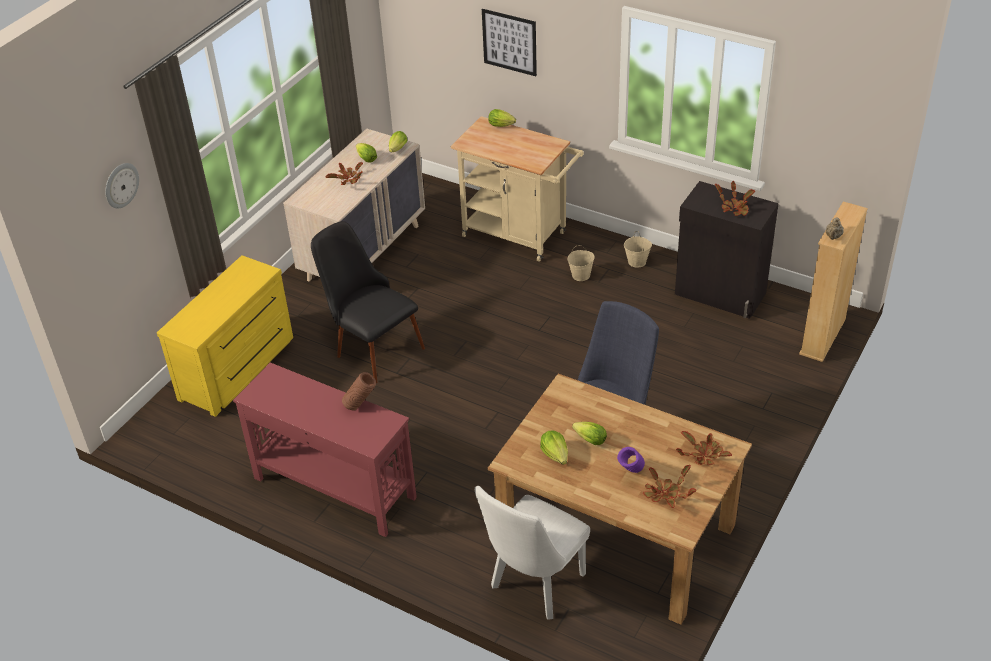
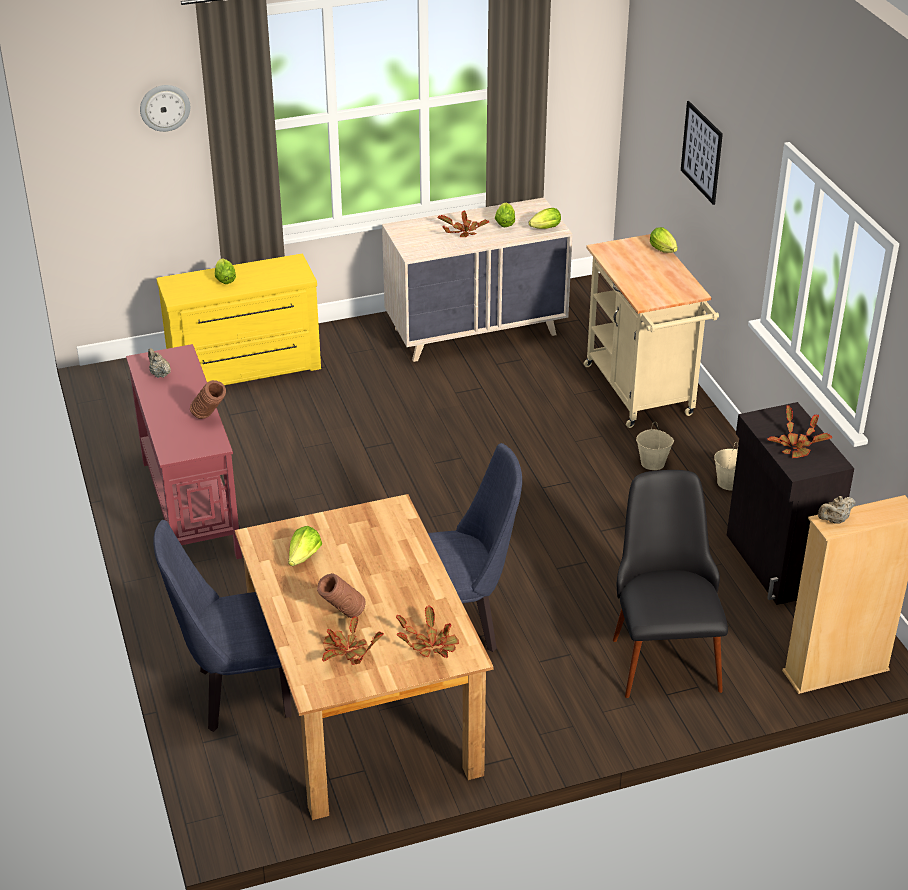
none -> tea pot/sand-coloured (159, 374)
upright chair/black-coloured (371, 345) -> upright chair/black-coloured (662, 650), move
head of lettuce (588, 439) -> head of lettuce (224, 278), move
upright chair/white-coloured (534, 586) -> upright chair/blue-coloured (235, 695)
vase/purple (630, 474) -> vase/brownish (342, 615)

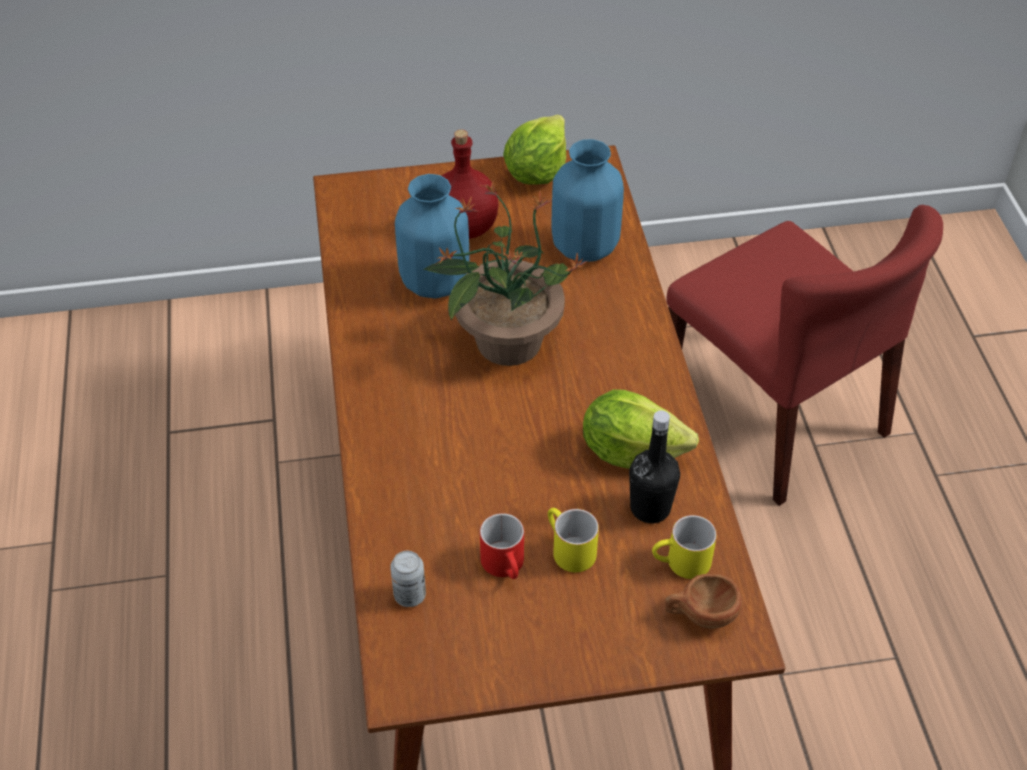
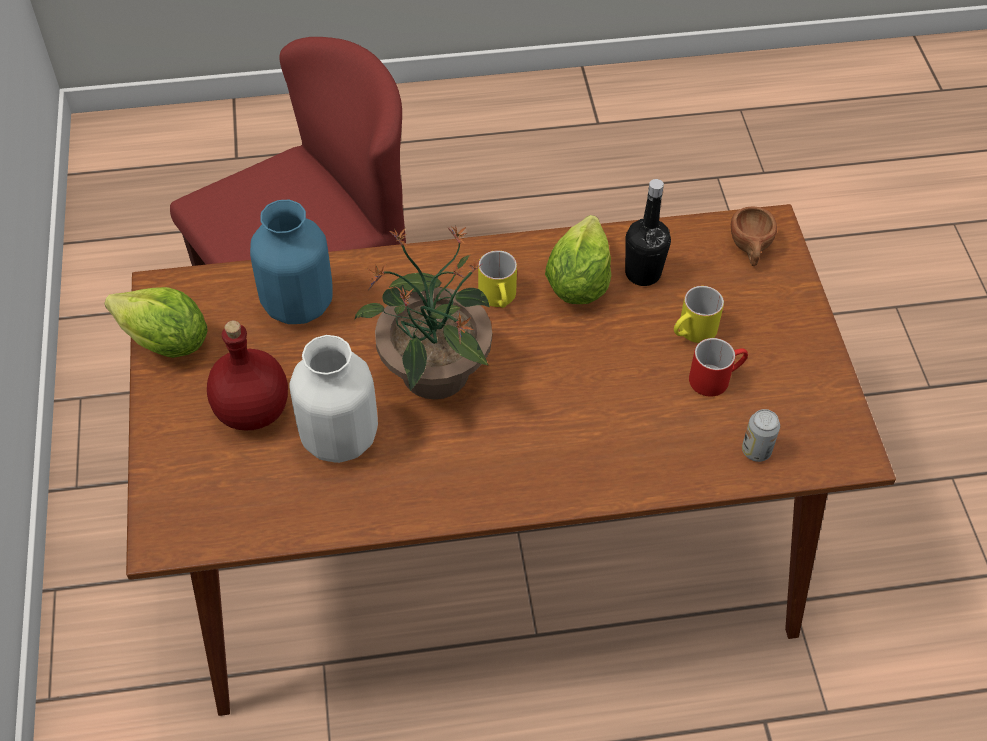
mug/yellow-coloured (681, 564) -> mug/yellow-coloured (500, 298), move
vase/blue-coloured (433, 282) -> vase/white-coloured (339, 439)

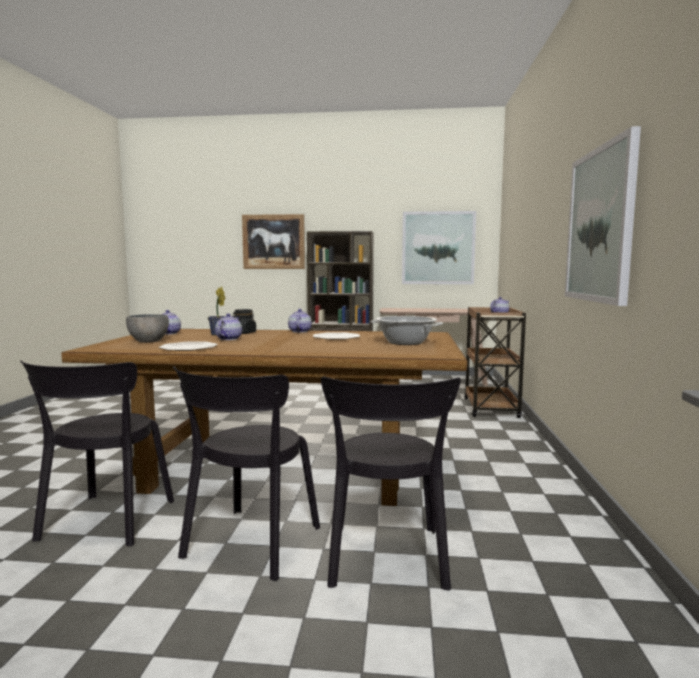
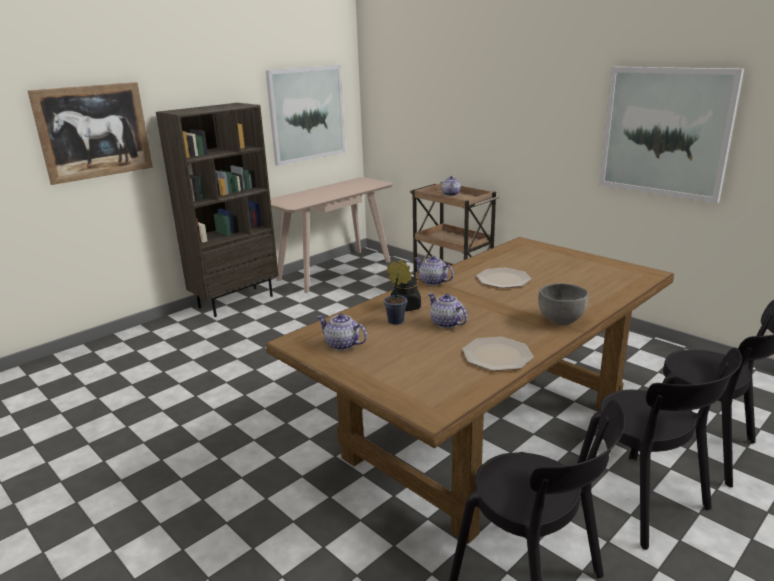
stockpot (405, 342) -> none
serving bowl/grey (149, 341) -> serving bowl/grey (561, 320), move

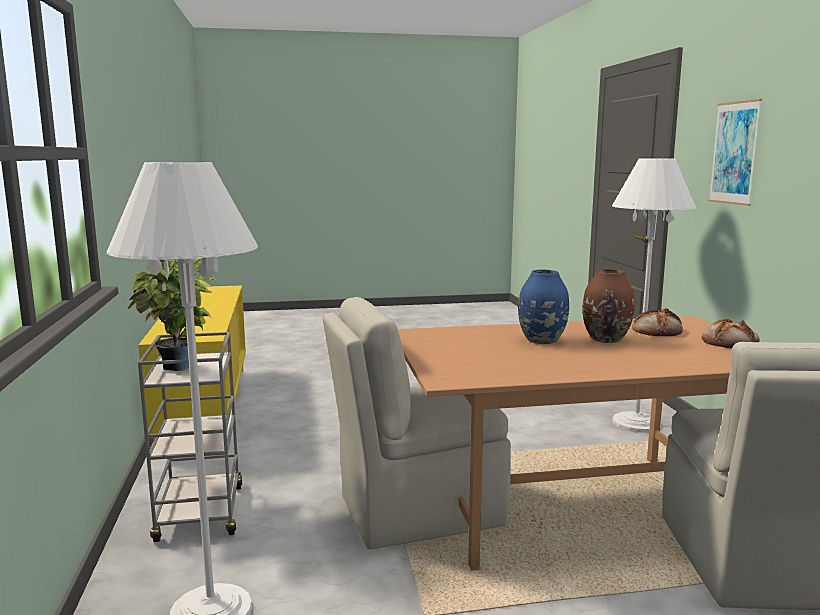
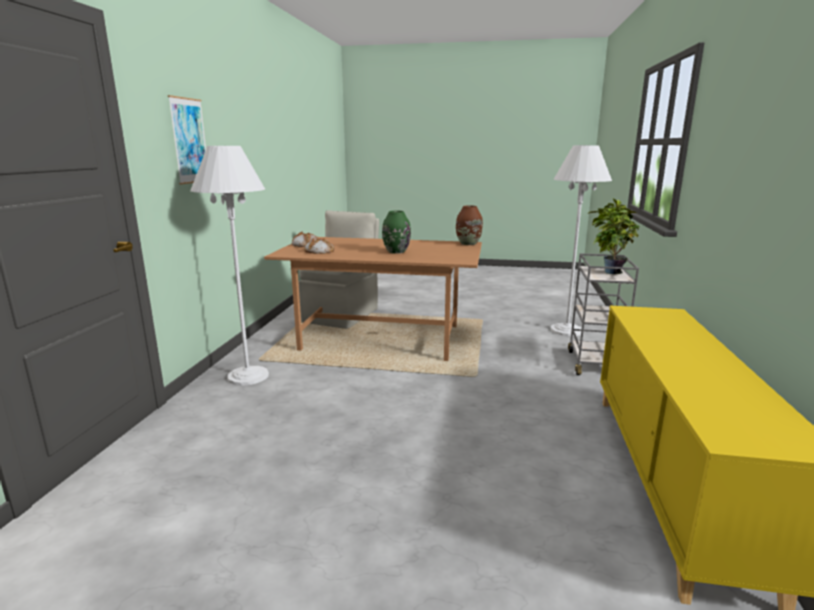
upright chair/sand-coloured (416, 511) -> none
vase/brownish (606, 339) -> vase/brownish (468, 243), move
vase/blue-coloured (542, 340) -> vase/green-coloured (396, 251)

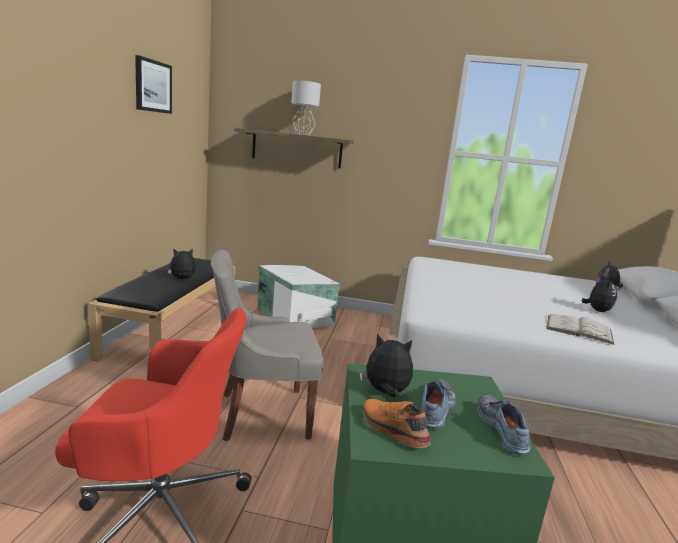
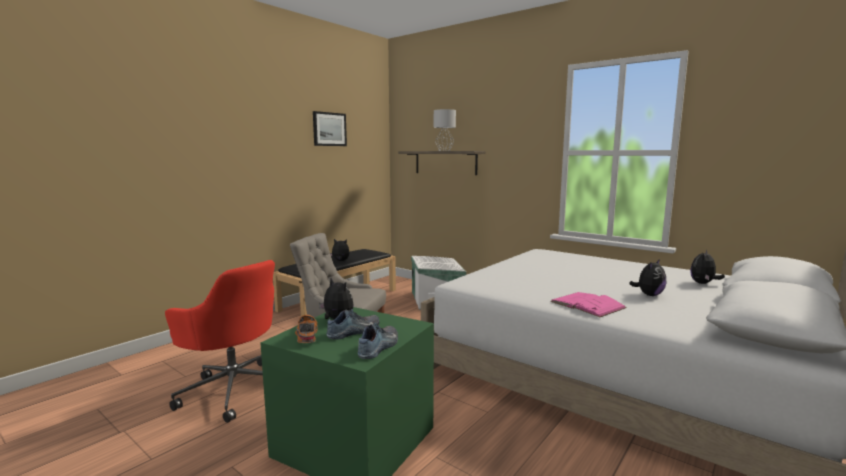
bound book/white-coloured (578, 329) -> bound book/pinkish (587, 304)

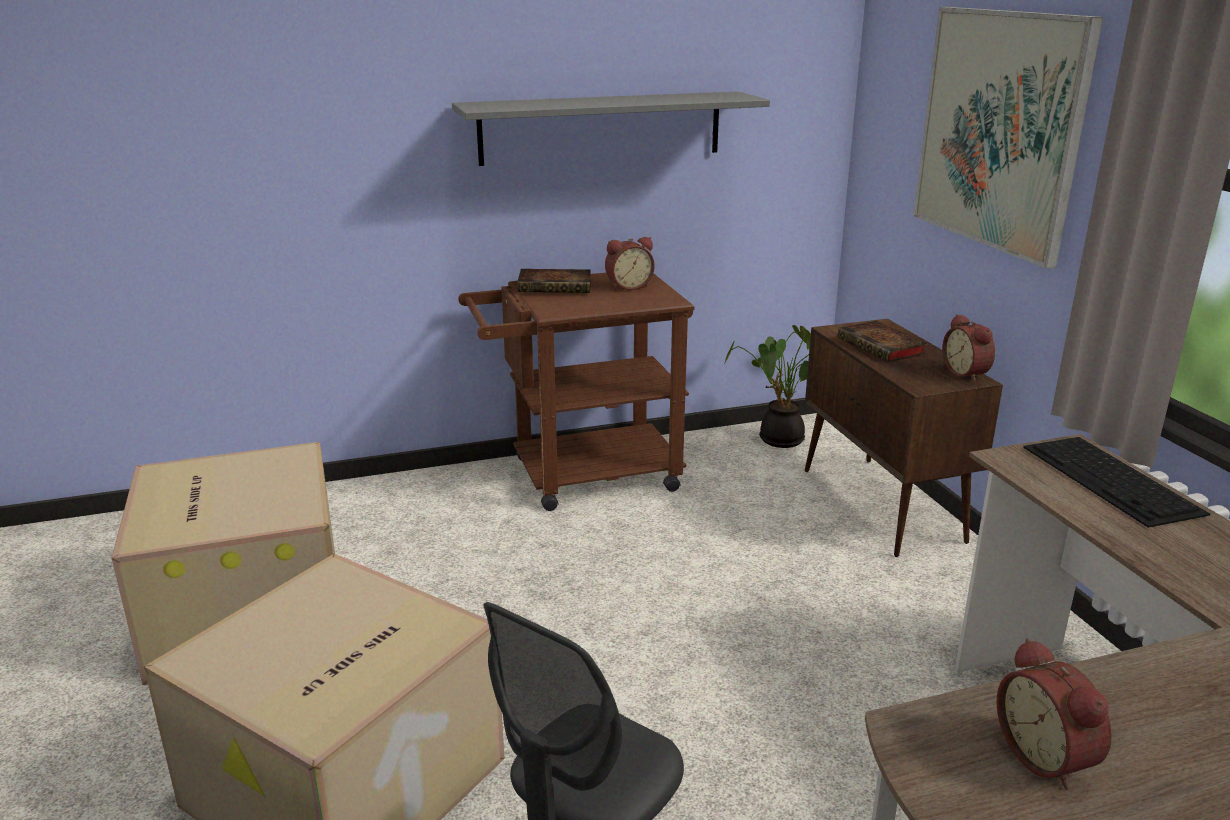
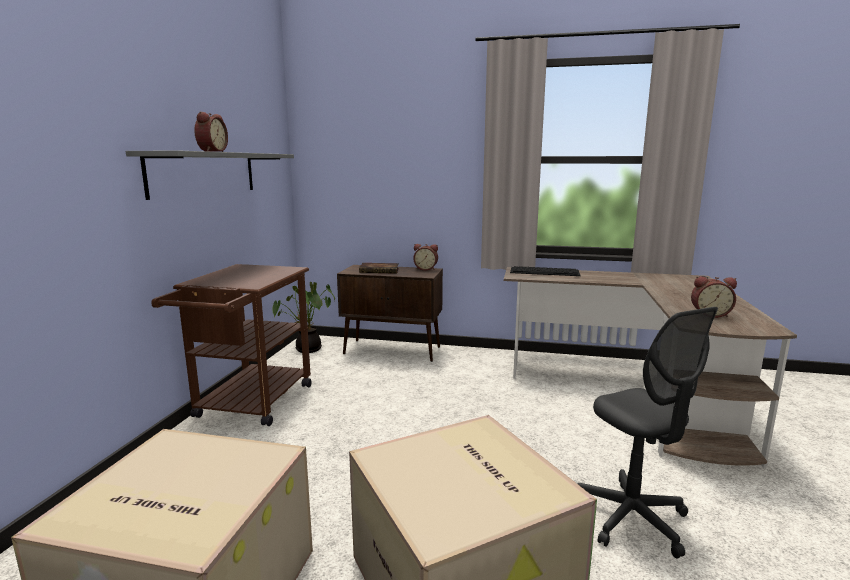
bound book (557, 286) -> none
picture (999, 130) -> none
table clock (628, 286) -> table clock (211, 151), move

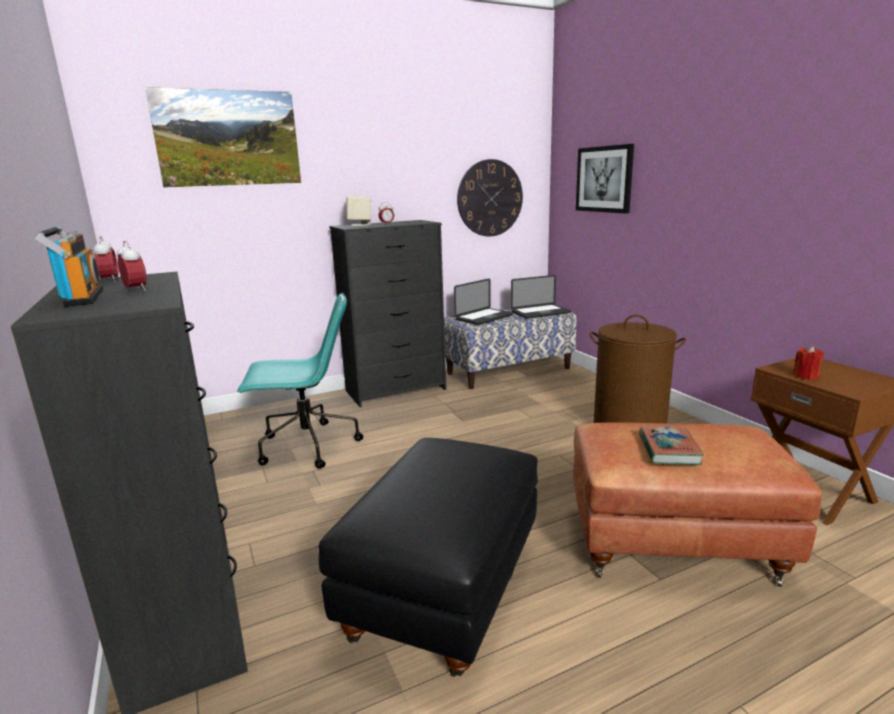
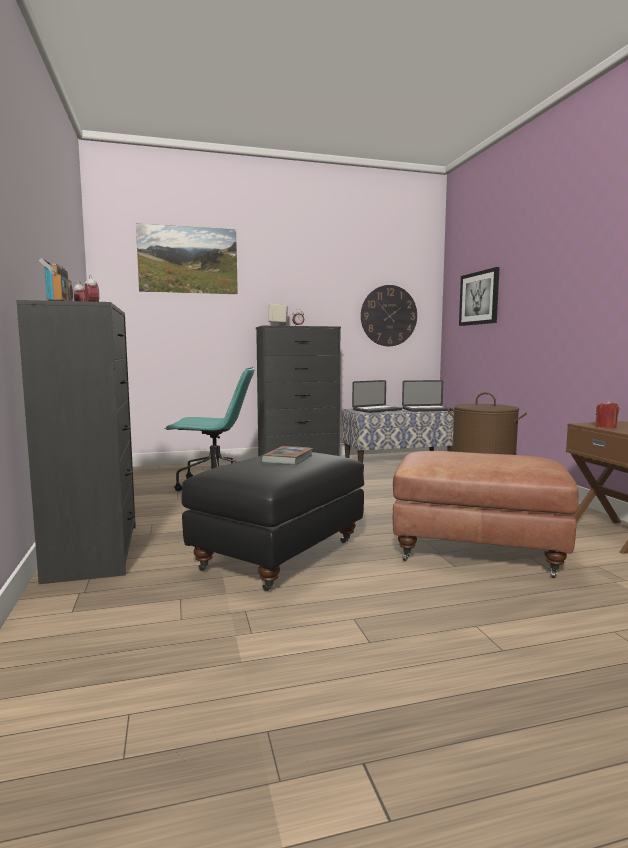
bound book (668, 449) -> bound book (287, 459), move

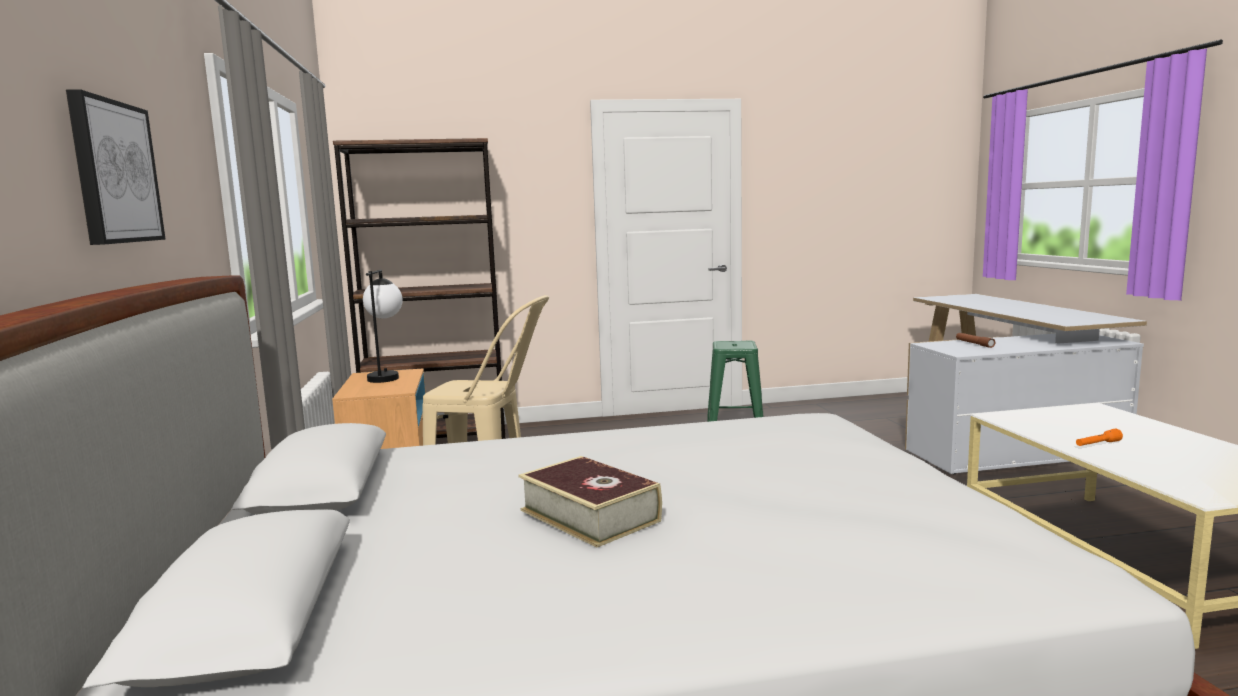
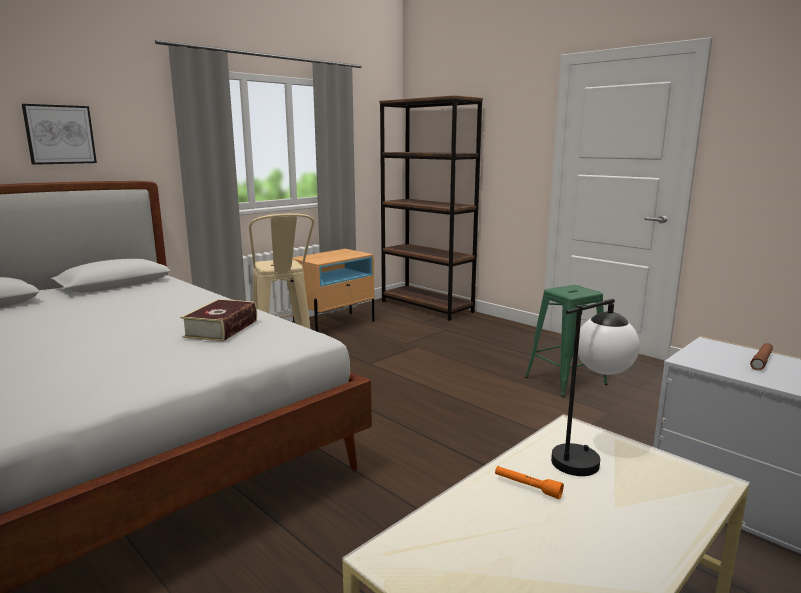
tabletop lamp (386, 376) -> tabletop lamp (587, 456), move
bound book (589, 515) -> bound book (221, 328), move

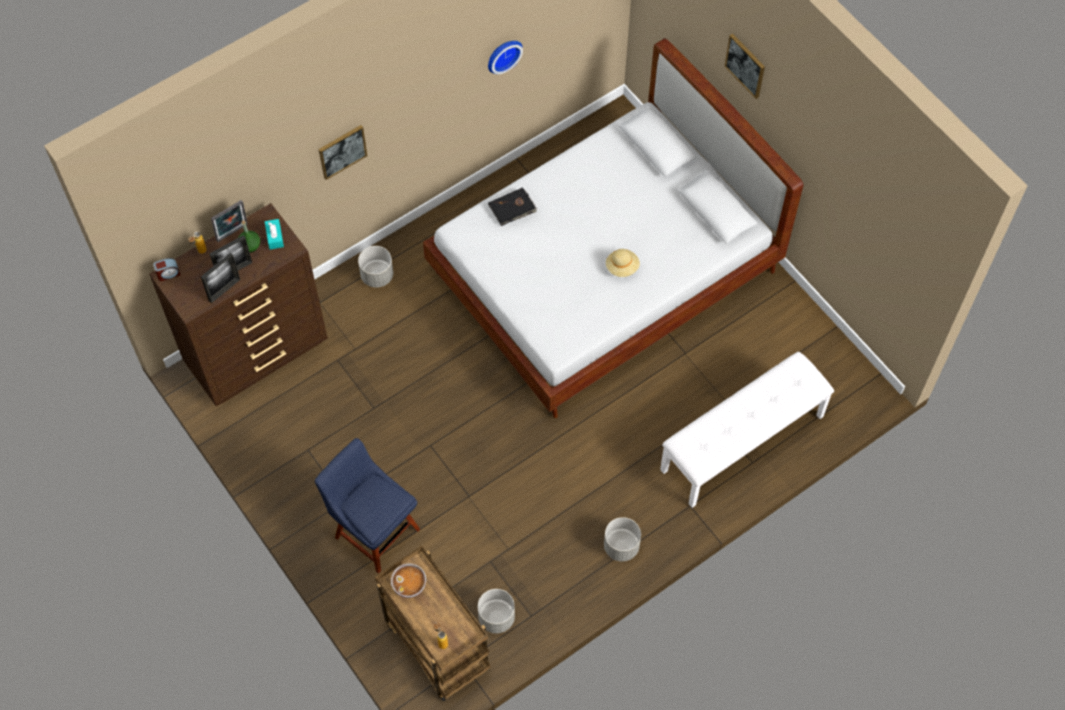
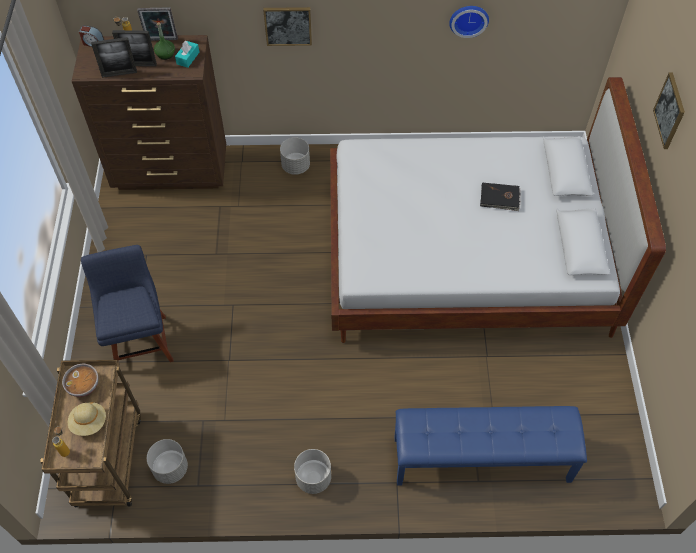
bound book/black-coloured (512, 208) -> bound book/black-coloured (500, 198), move
hat/sand-coloured (622, 267) -> hat/sand-coloured (89, 422), move
bench/white-coloured (742, 444) -> bench/blue-coloured (481, 460)

